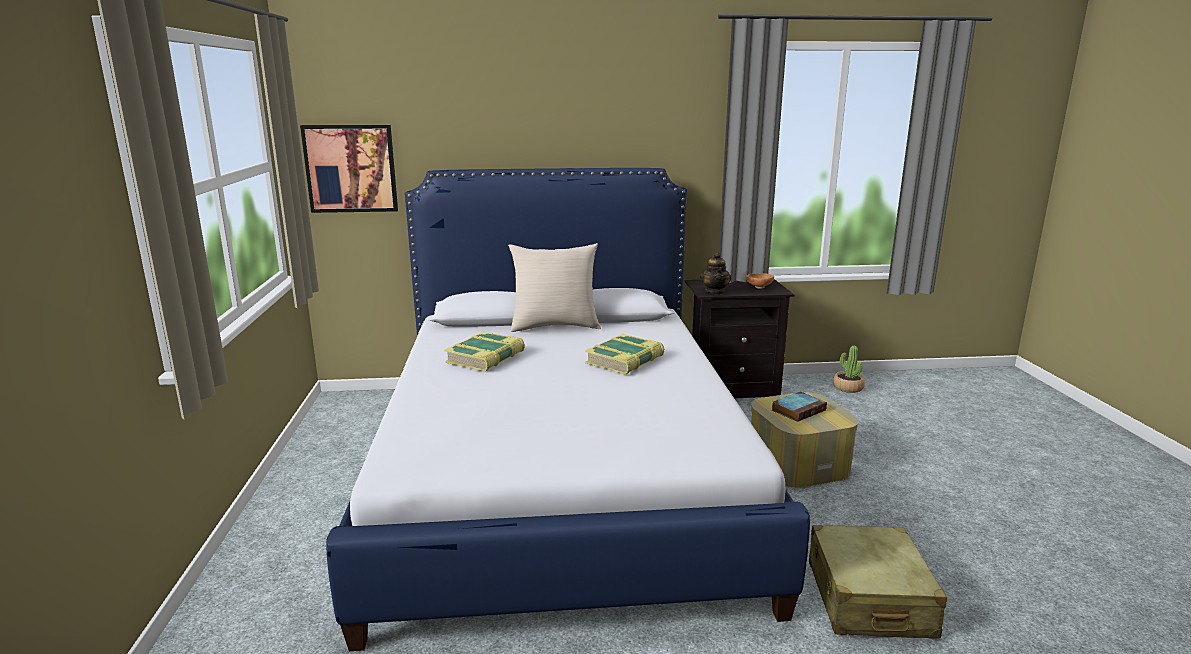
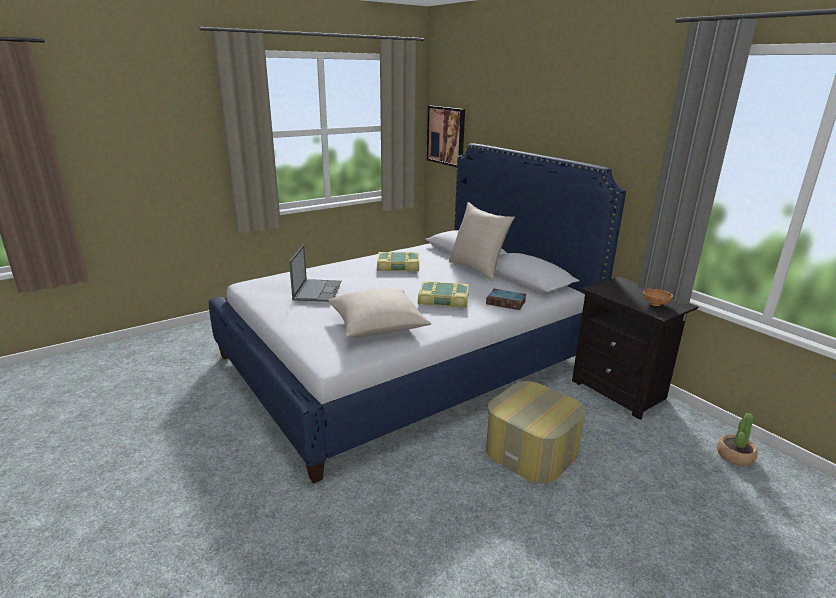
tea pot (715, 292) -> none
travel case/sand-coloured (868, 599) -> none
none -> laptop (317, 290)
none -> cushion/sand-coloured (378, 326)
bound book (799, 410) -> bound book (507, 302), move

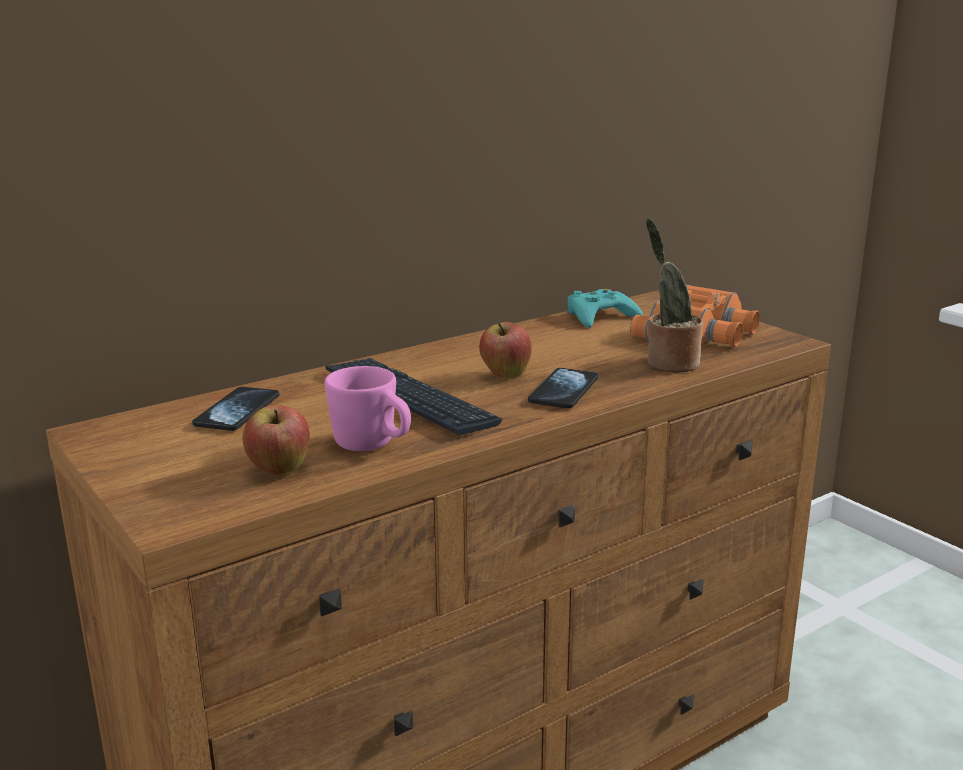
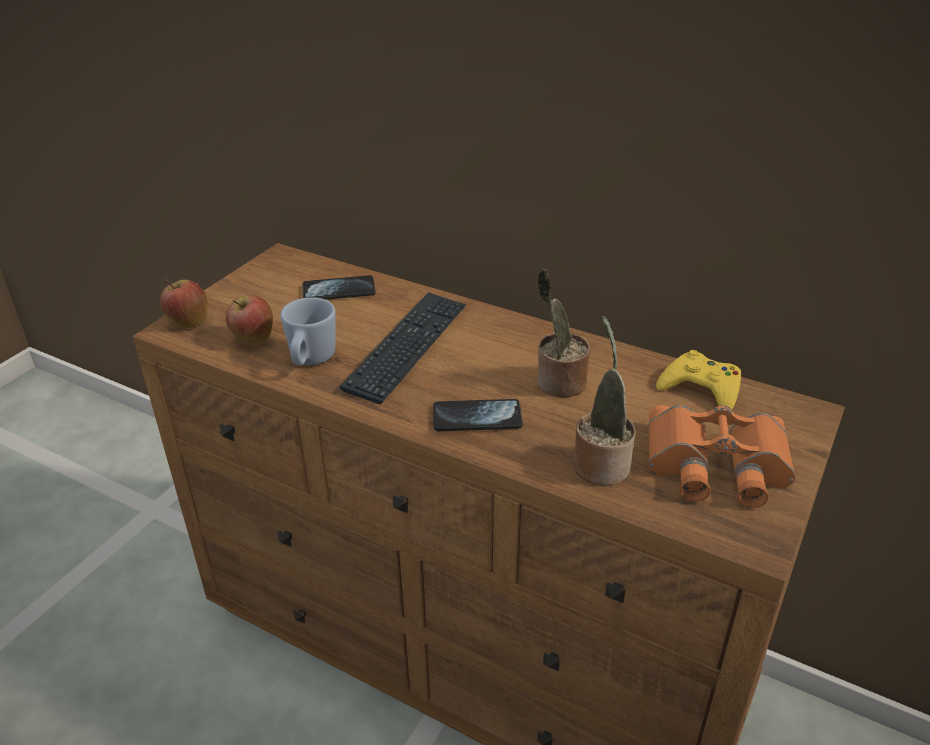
none -> houseplant (558, 383)
whole apple (505, 376) -> whole apple (188, 322), move
mug/pinkish (373, 446) -> mug/blue-coloured (310, 361)
gamepad/turquoise-coloured (600, 316) -> gamepad/yellow-coloured (701, 389)

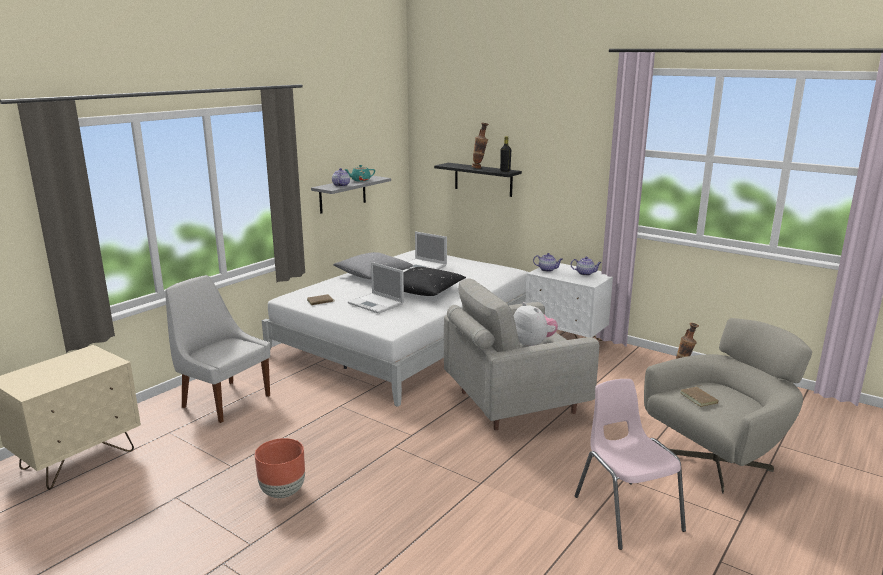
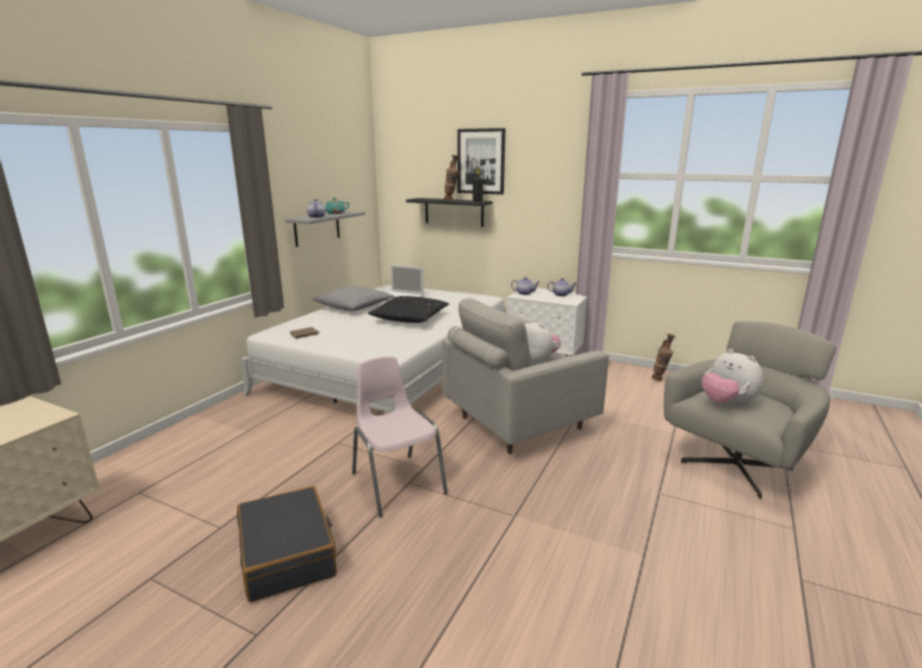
upright chair/white-coloured (224, 400) -> none
laptop (376, 304) -> none
none -> picture (481, 161)
upright chair/pinkish (626, 512) -> upright chair/pinkish (397, 482), move
flower pot/brownish (282, 491) -> travel case/black-coloured (288, 554)
bound book/brownish (699, 398) -> cuddly toy (727, 403)

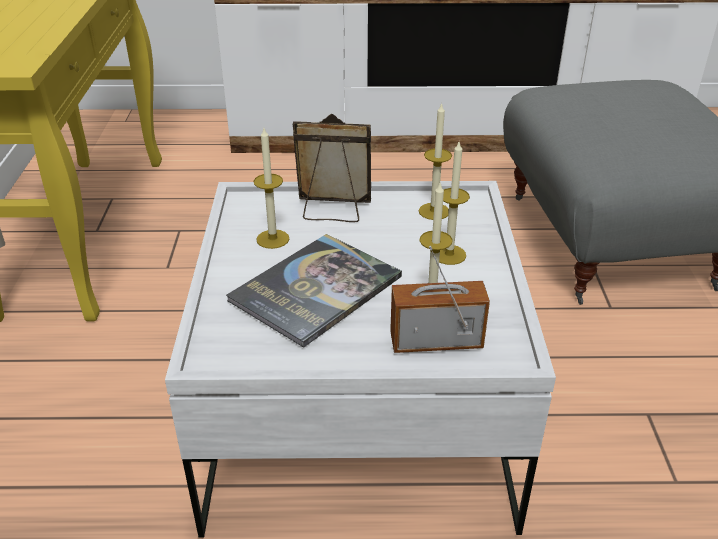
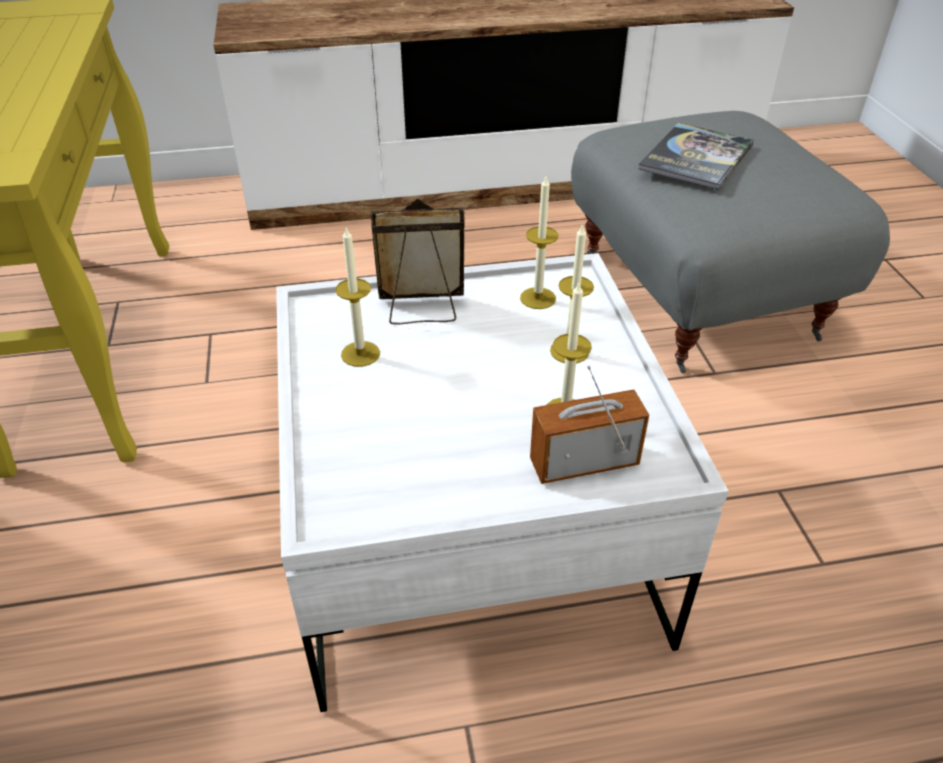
bound book (316, 289) -> bound book (696, 157), move

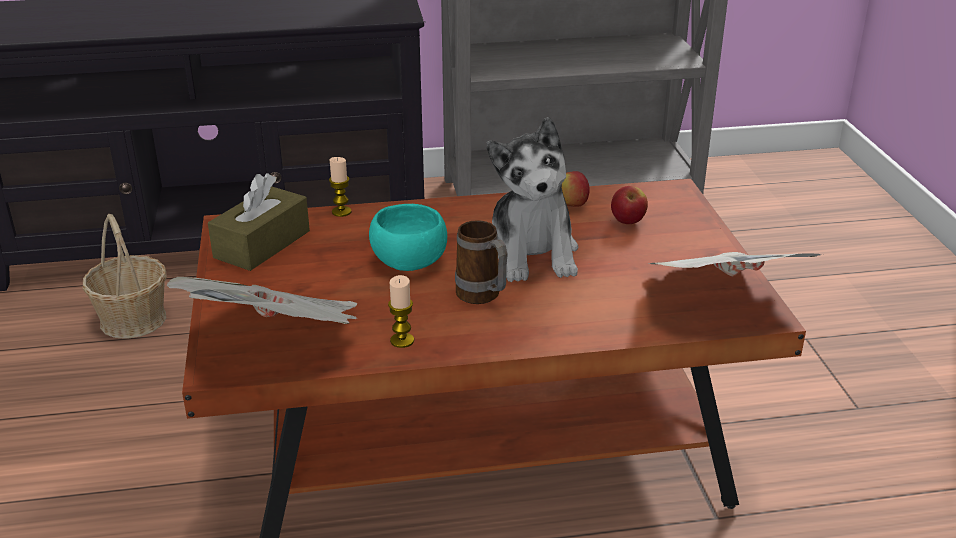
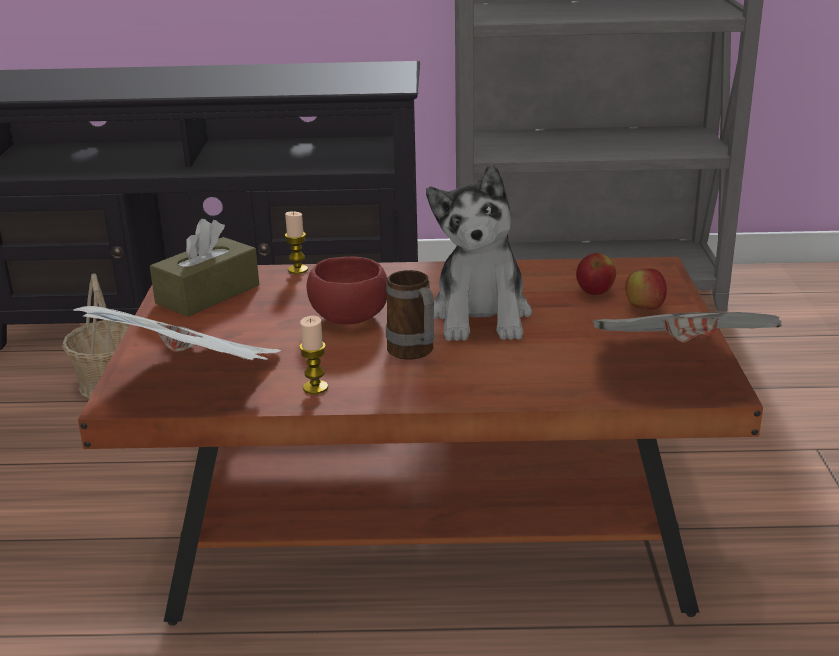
whole apple (570, 205) -> whole apple (644, 308), move
serving bowl/turquoise-coloured (408, 264) -> serving bowl/red (348, 319)

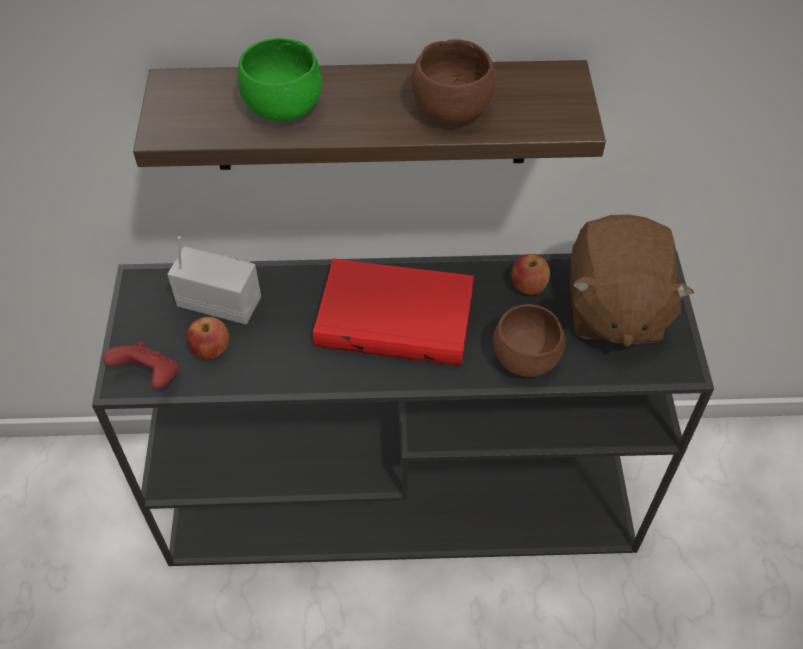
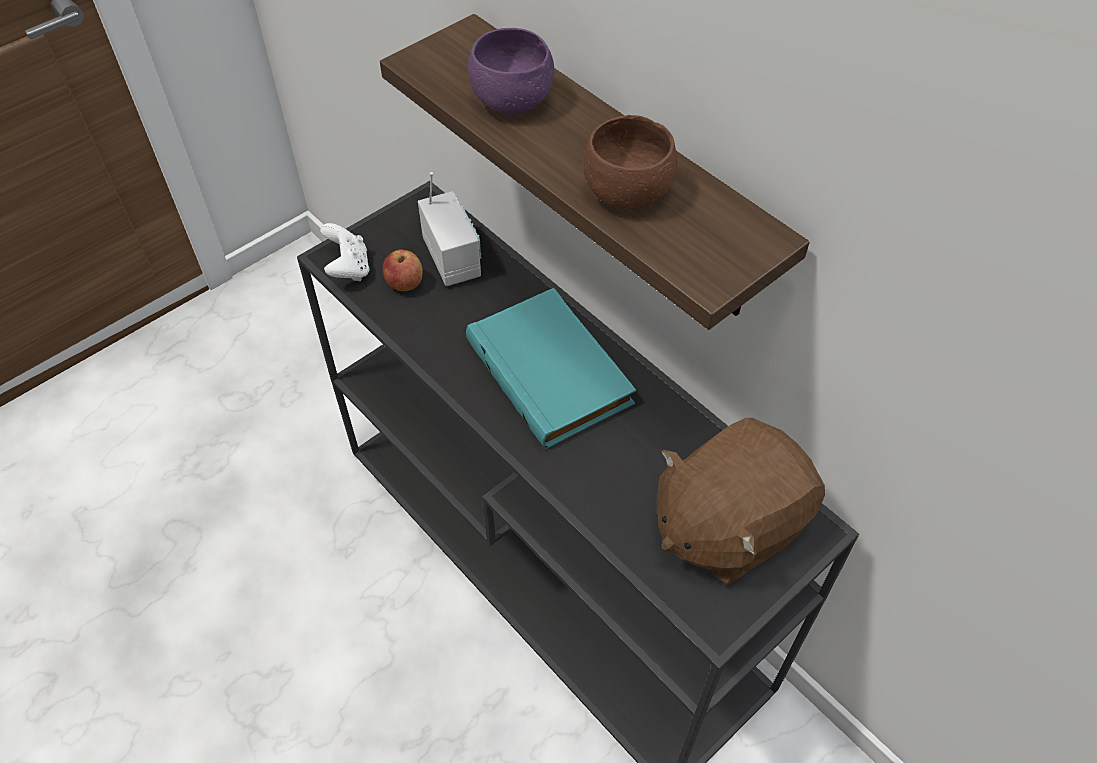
serving bowl/brownish (525, 359) -> none
whole apple (528, 287) -> none
gamepad/red (150, 377) -> gamepad/white-coloured (348, 268)
serving bowl/green-coloured (283, 108) -> serving bowl/purple (512, 101)
bound book/red (396, 315) -> bound book/turquoise-coloured (553, 371)

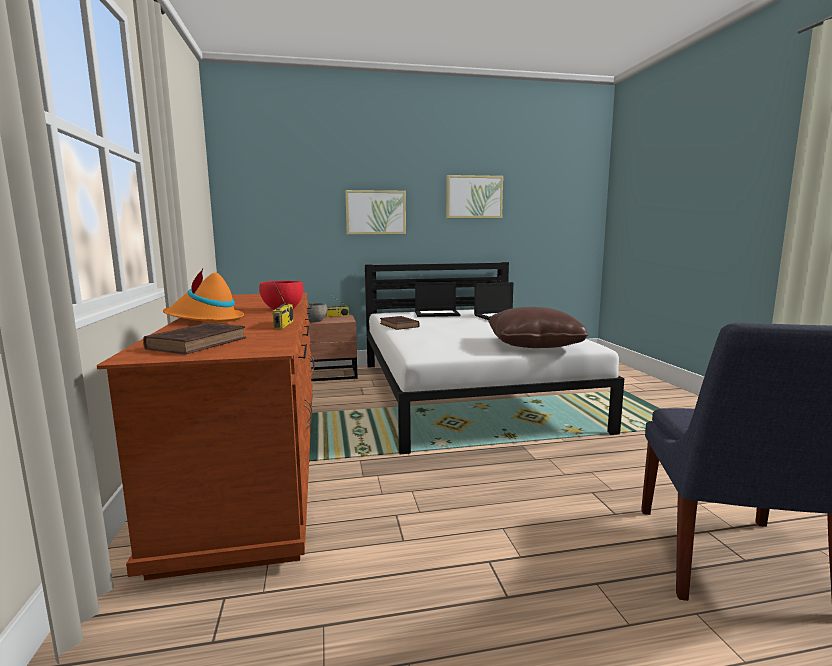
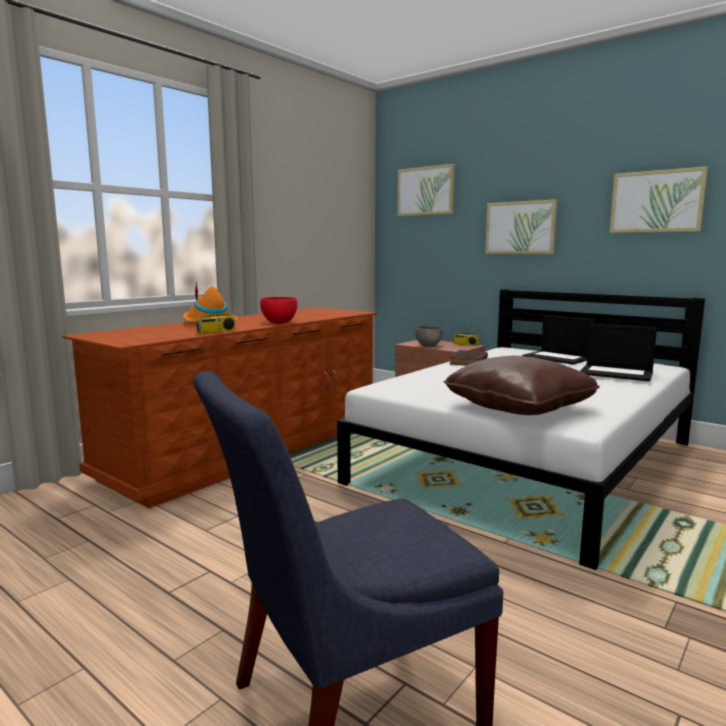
bound book/brownish (199, 343) -> none
none -> picture (426, 191)

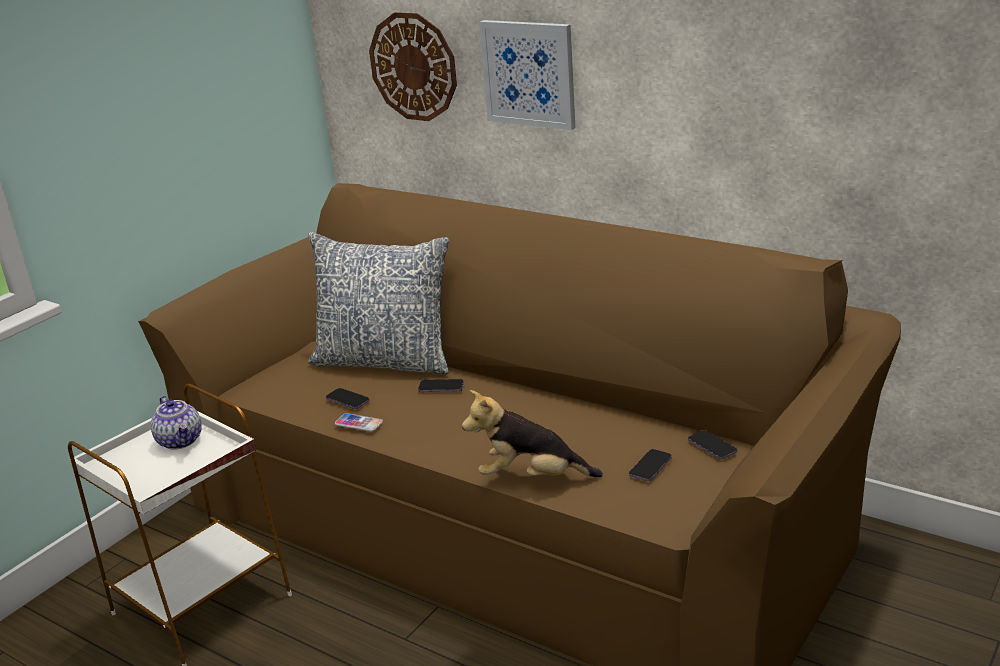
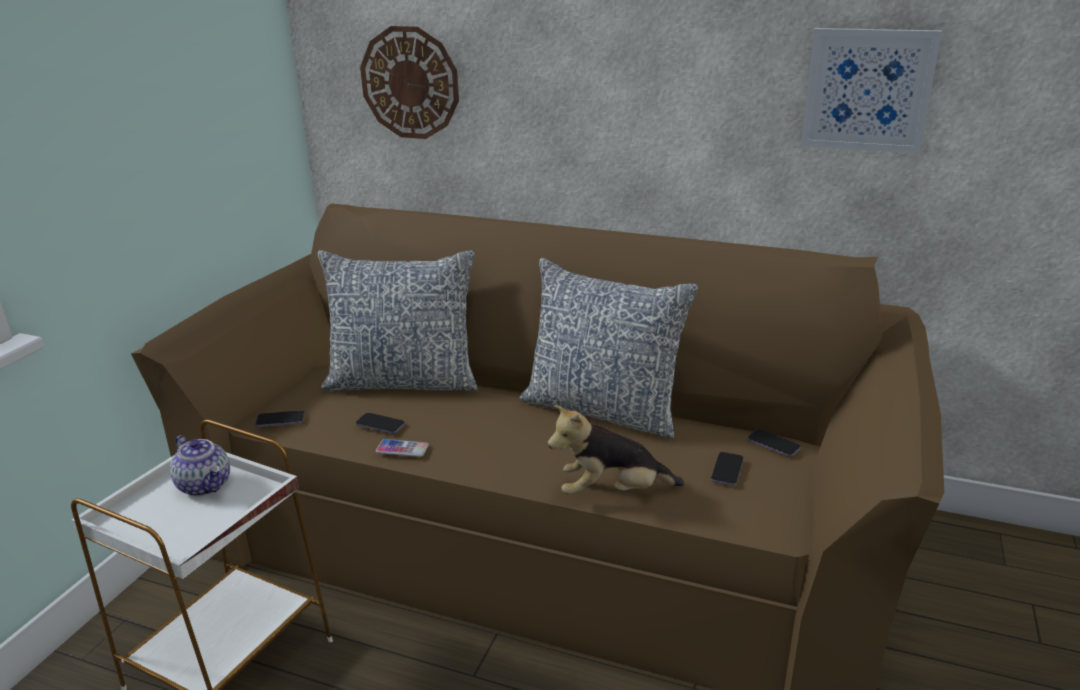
none -> cushion (603, 409)
handset (441, 387) -> handset (280, 420), move
picture (529, 73) -> picture (867, 90), move

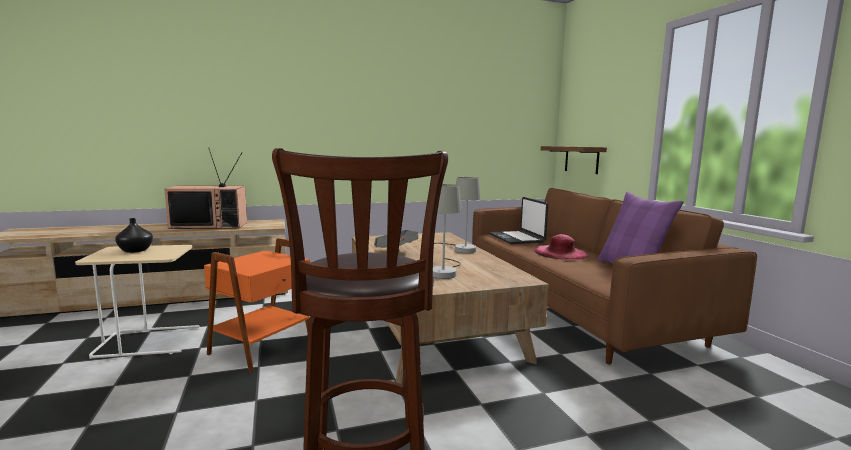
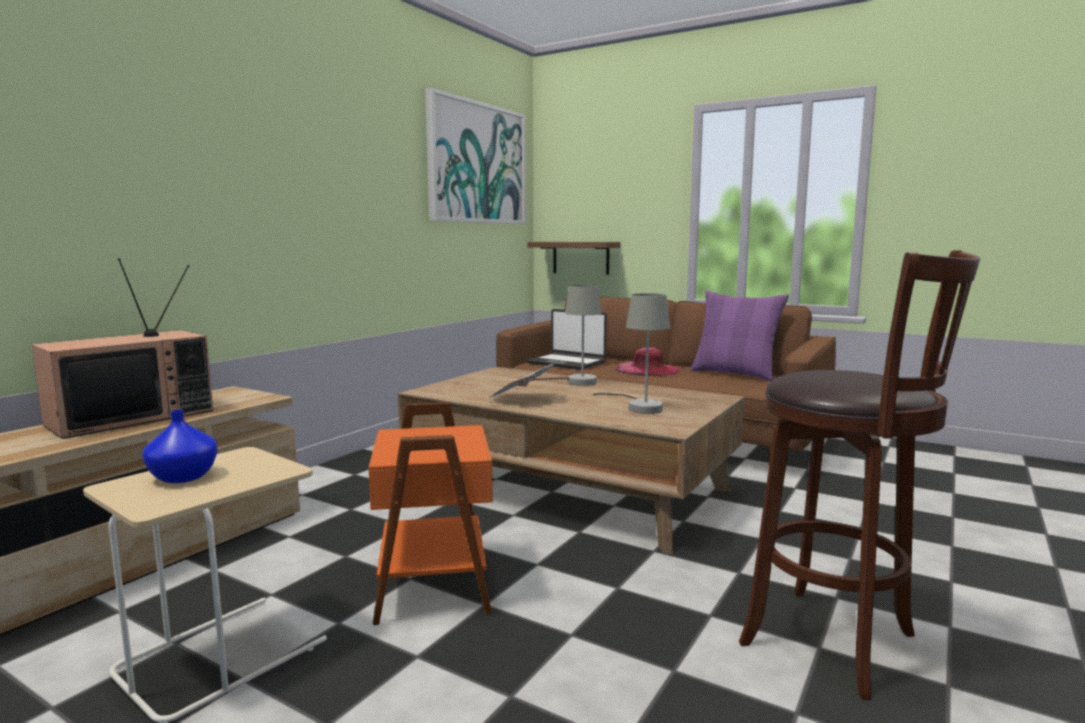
none -> picture (477, 163)
vase/black-coloured (135, 250) -> vase/blue-coloured (181, 477)

